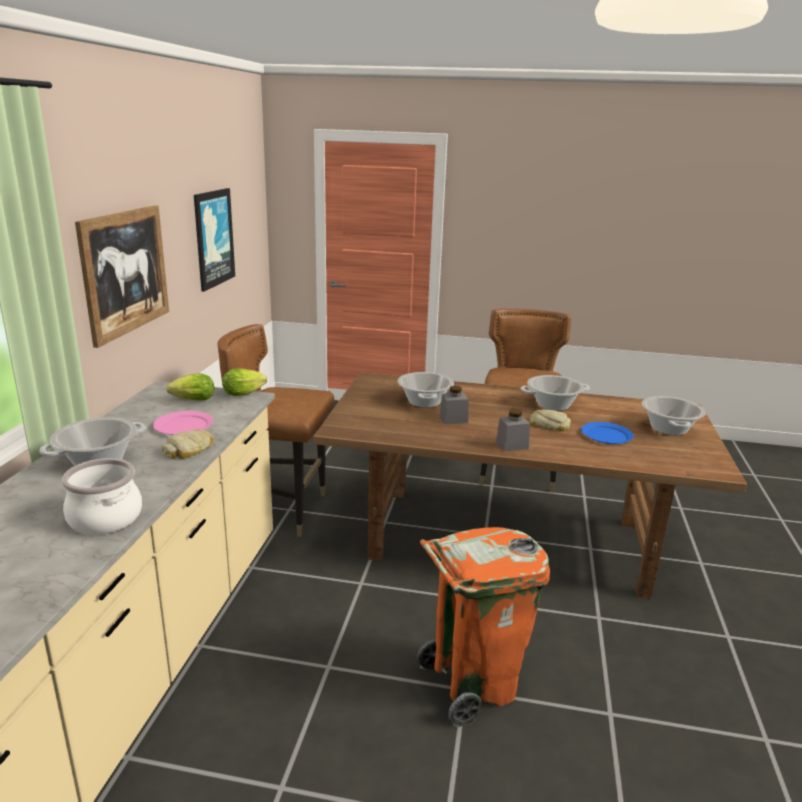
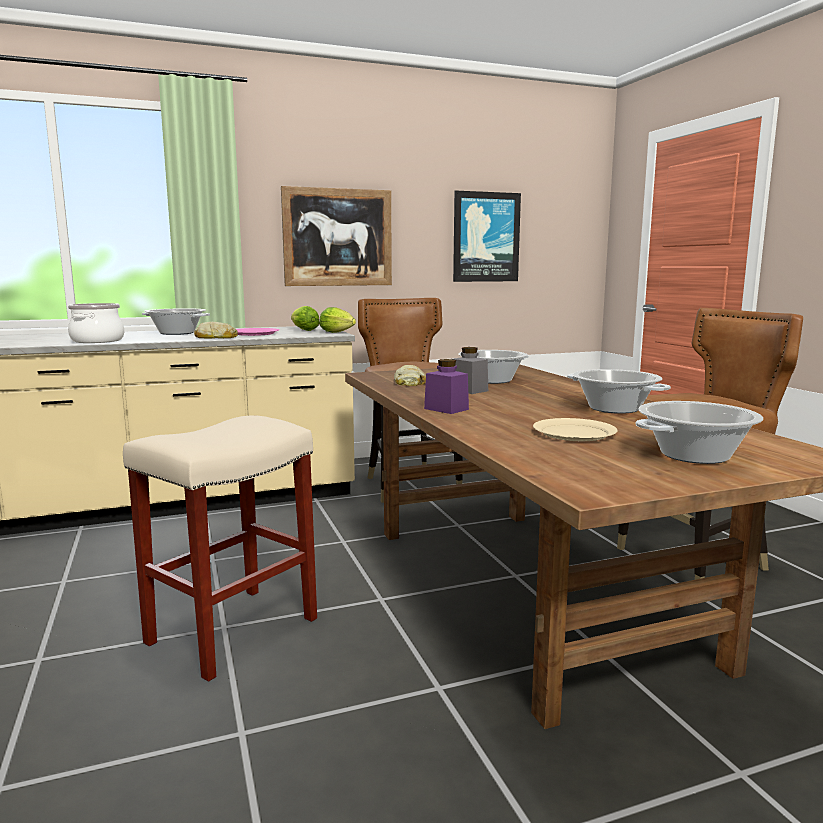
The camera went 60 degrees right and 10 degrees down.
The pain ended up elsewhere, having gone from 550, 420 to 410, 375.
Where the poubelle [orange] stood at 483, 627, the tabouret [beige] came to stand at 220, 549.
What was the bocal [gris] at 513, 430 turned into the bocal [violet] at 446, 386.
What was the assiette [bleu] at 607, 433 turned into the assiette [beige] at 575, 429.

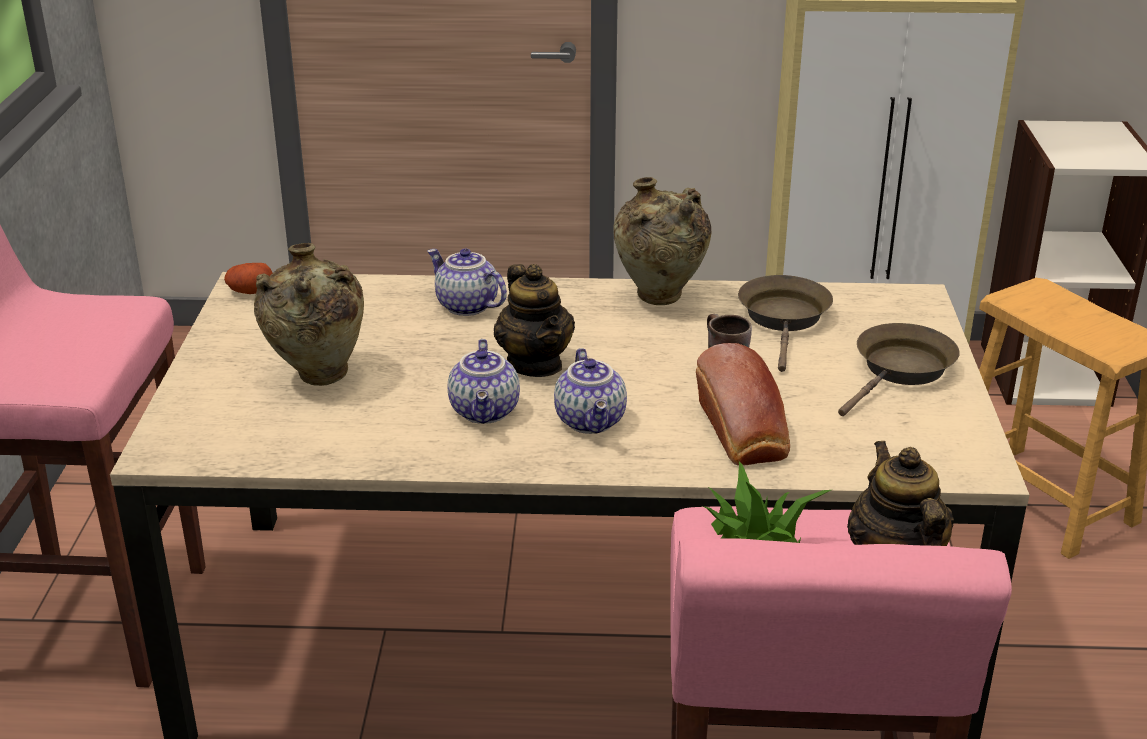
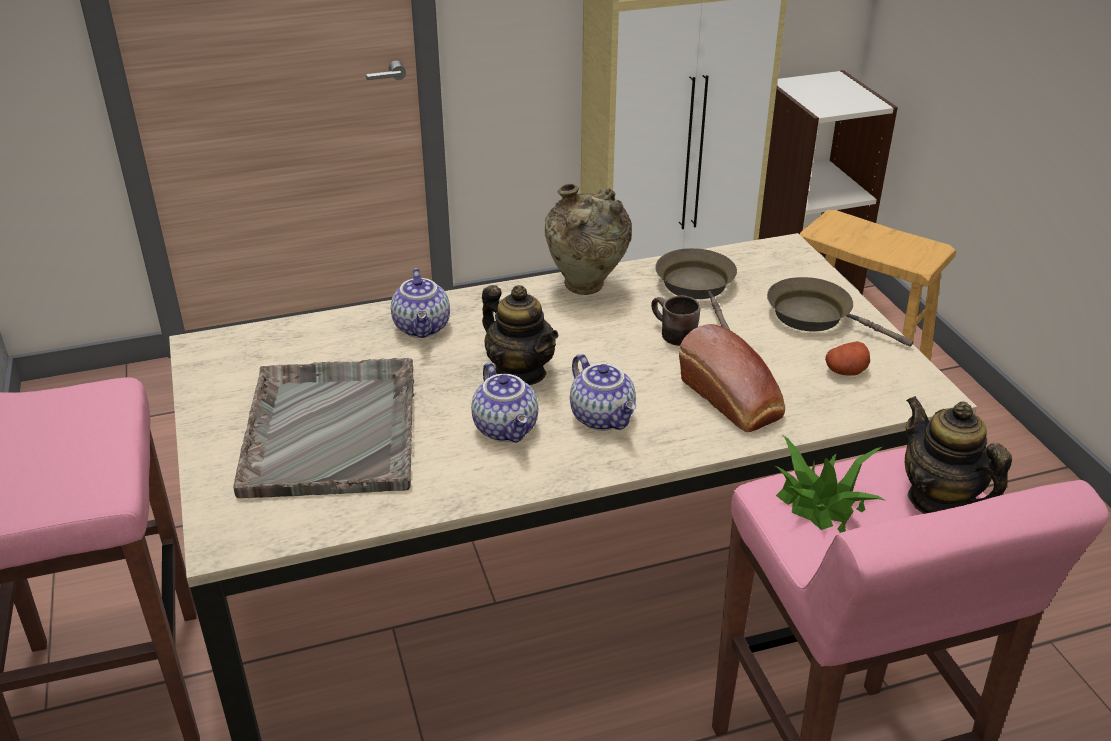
The camera went 20 degrees left and 5 degrees up.
The pomme de terre ended up elsewhere, having gone from 248, 278 to 847, 358.
Where the vase [beige] stood at 309, 314, the plateau [gris] came to stand at 323, 428.
The théière at 467, 282 ended up facing another way, 120 degrees counterclockwise from before.
The poêle [marron] at 899, 369 ended up facing another way, 75 degrees counterclockwise from before.

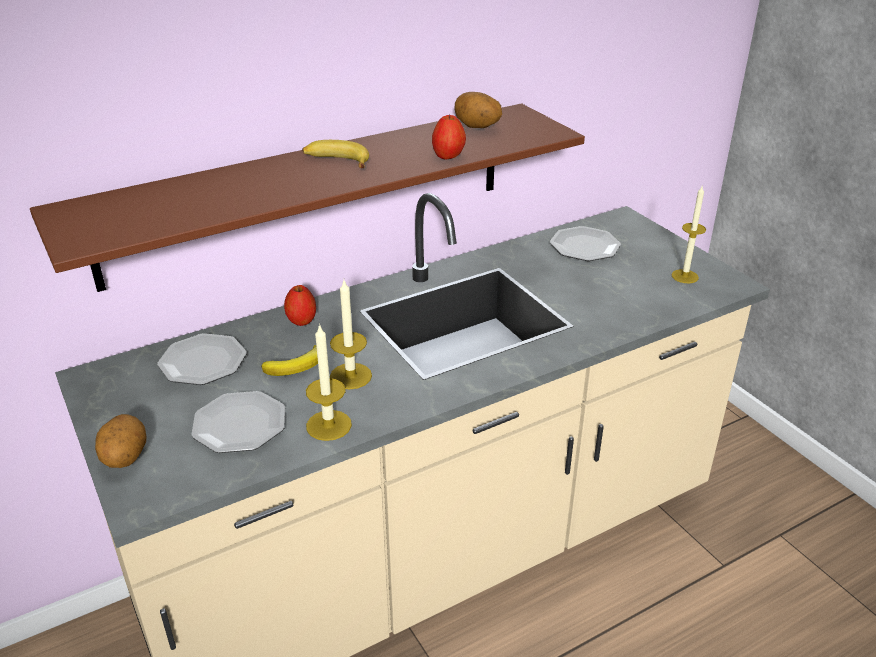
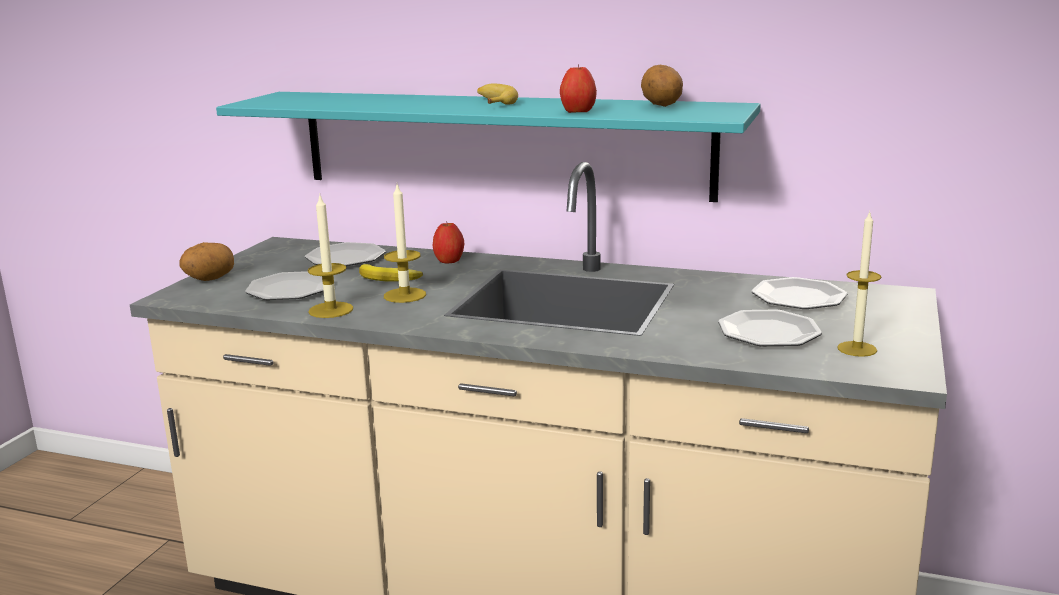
The camera went 50 degrees right and 15 degrees down.
The second view gained the assiette at 770, 327.
What was the étagère [marron] at 307, 197 turned into the étagère [turquoise] at 488, 147.

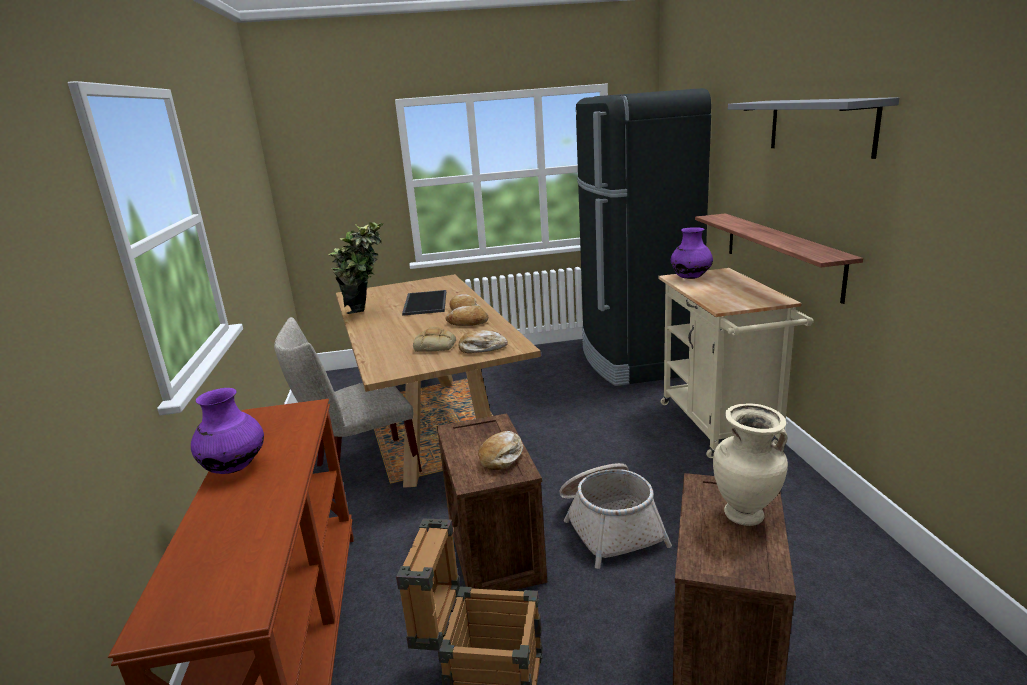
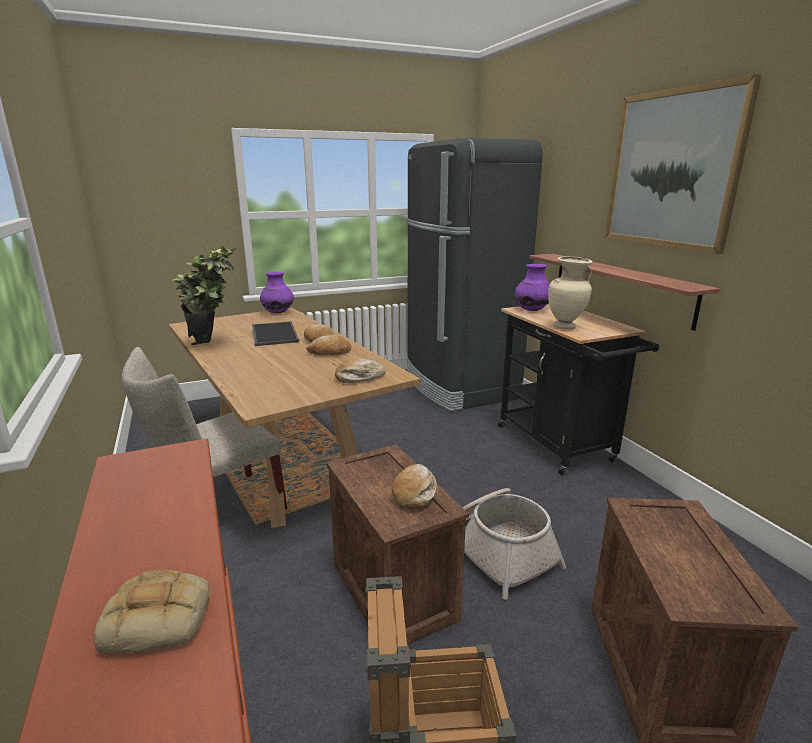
The camera went 15 degrees left and 0 degrees up.
The vase [violet] ended up elsewhere, having gone from 227, 431 to 277, 292.
The pain ended up elsewhere, having gone from 434, 339 to 152, 611.
The vase [beige] ended up elsewhere, having gone from 750, 464 to 570, 293.
Where the étagère [gris] hung at 813, 128, the tableau came to hang at 683, 164.
What was the chariot [beige] at 736, 363 turned into the chariot [noir] at 578, 389.

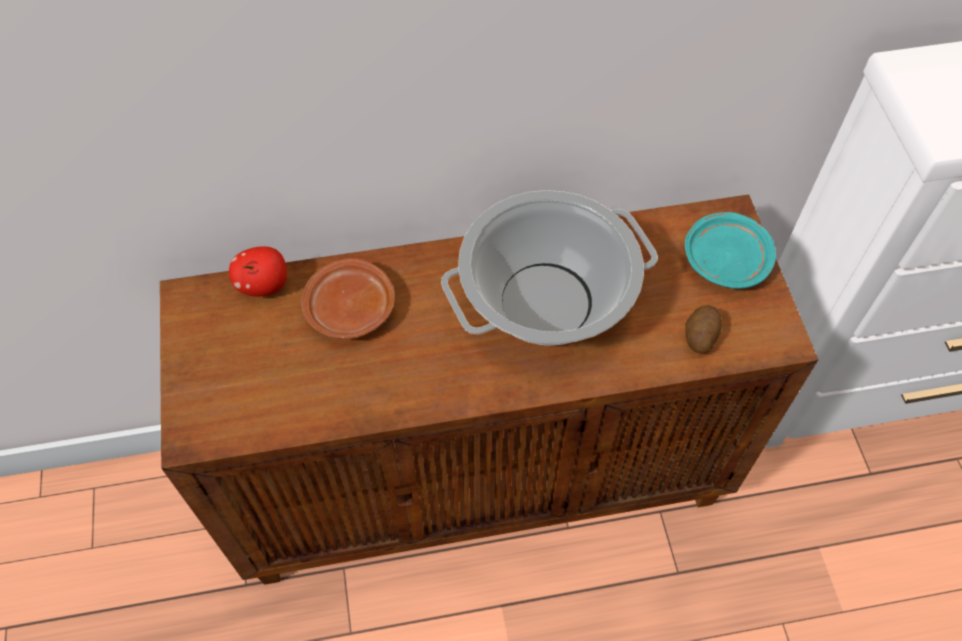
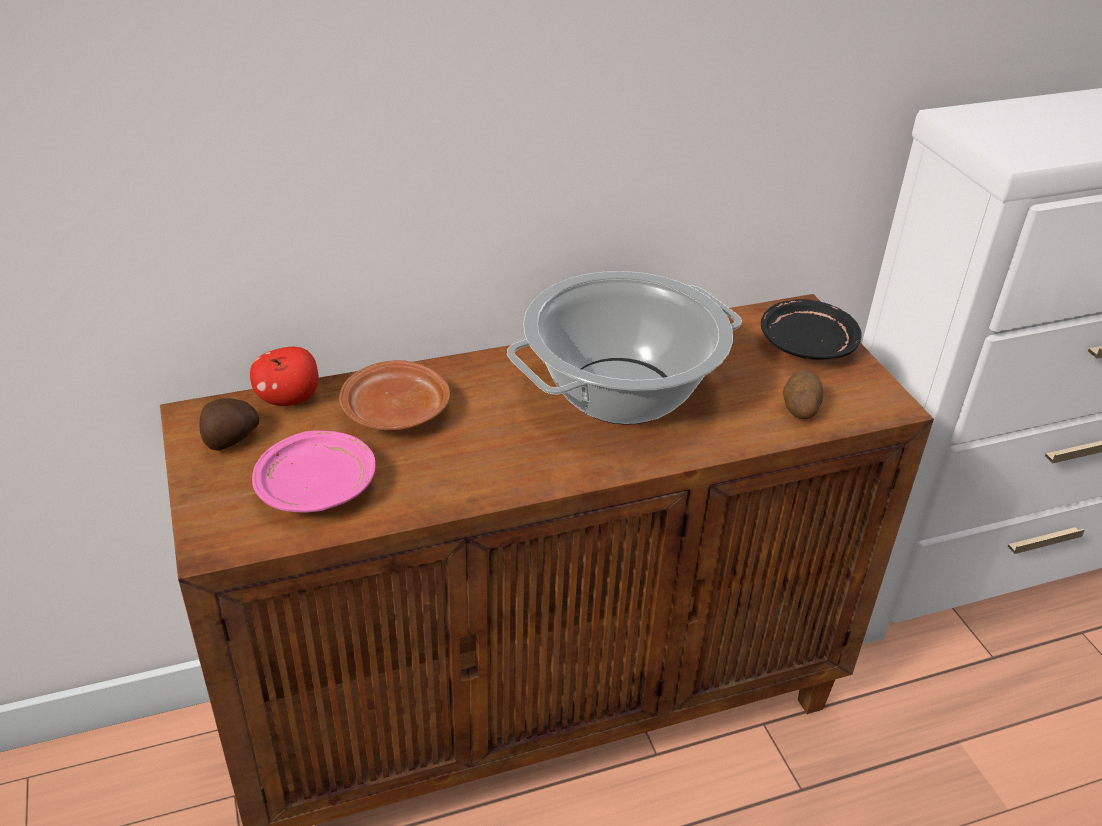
The camera went 10 degrees left and 20 degrees down.
The second view gained the pomme de terre at 229, 424.
The second view gained the assiette [rose] at 313, 471.
What was the assiette [turquoise] at 730, 250 turned into the assiette [noir] at 811, 329.

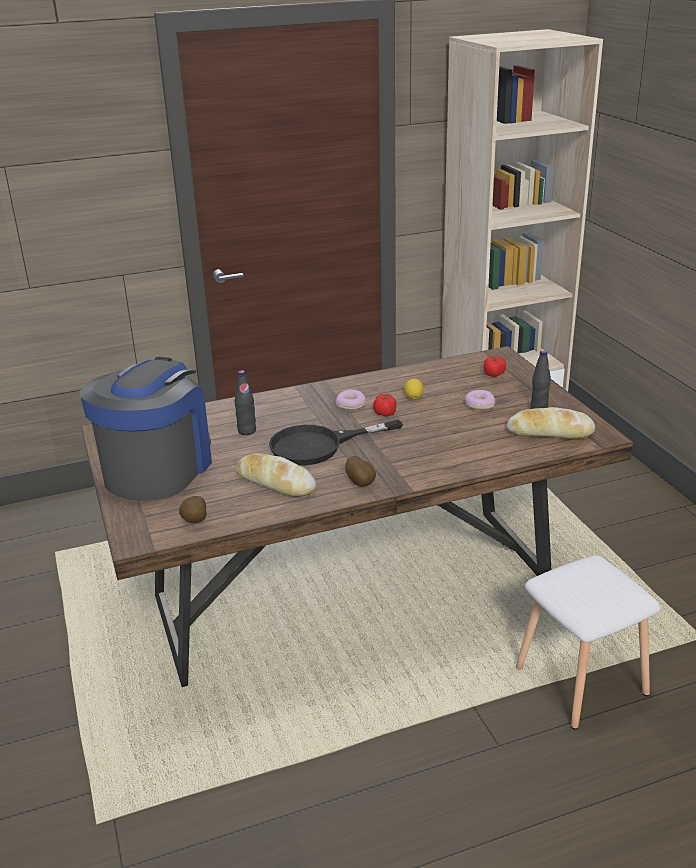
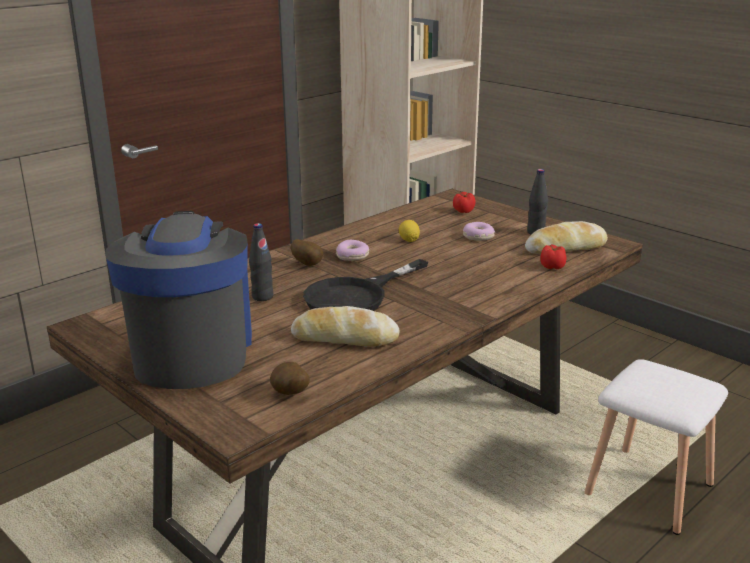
The camera went 25 degrees left and 5 degrees down.
The pomme de terre ended up elsewhere, having gone from 360, 471 to 307, 252.
The tomate ended up elsewhere, having gone from 384, 405 to 553, 257.

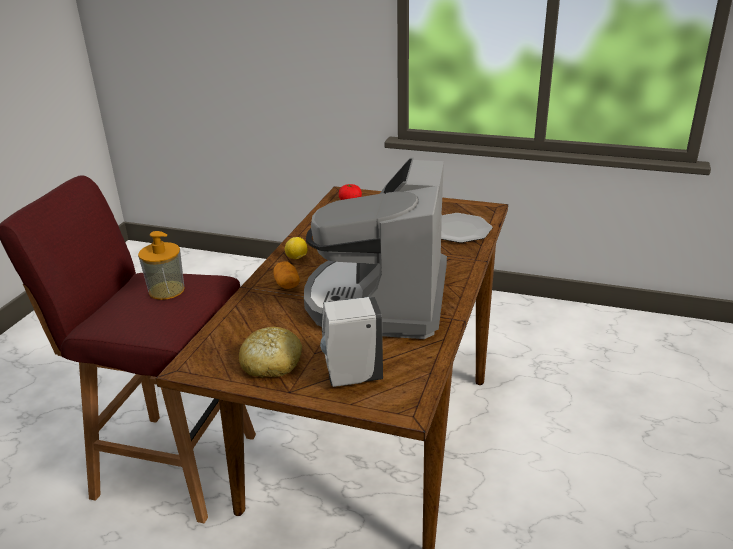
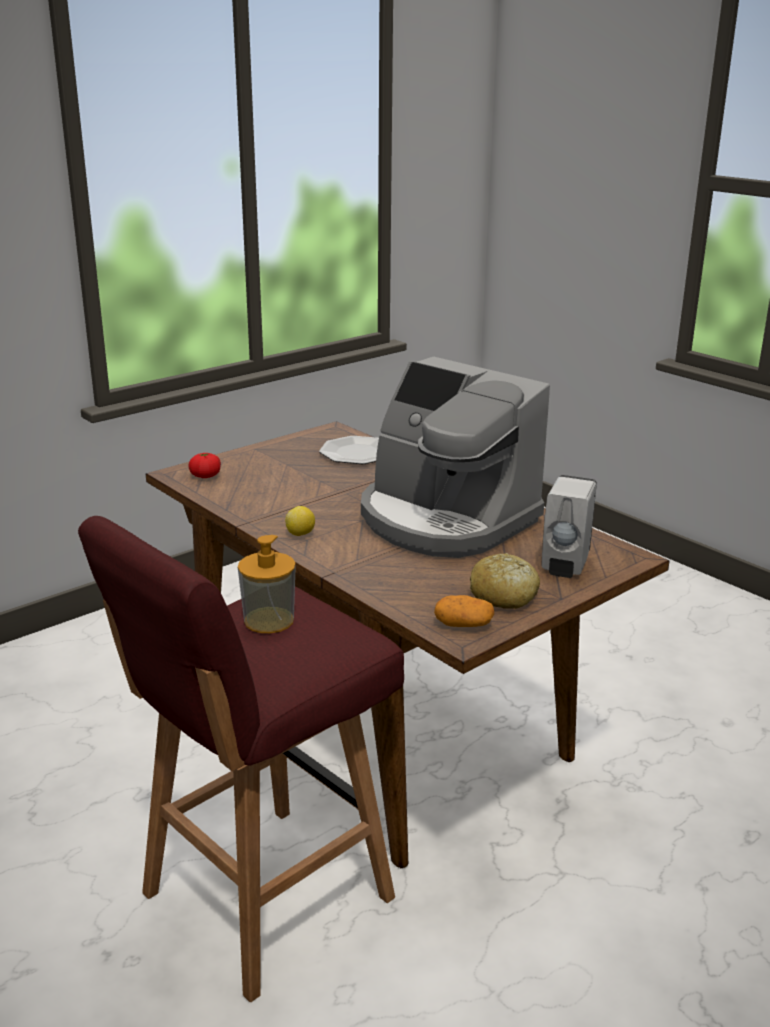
The camera went 60 degrees left and 5 degrees down.
The pomme de terre ended up elsewhere, having gone from 286, 275 to 464, 611.

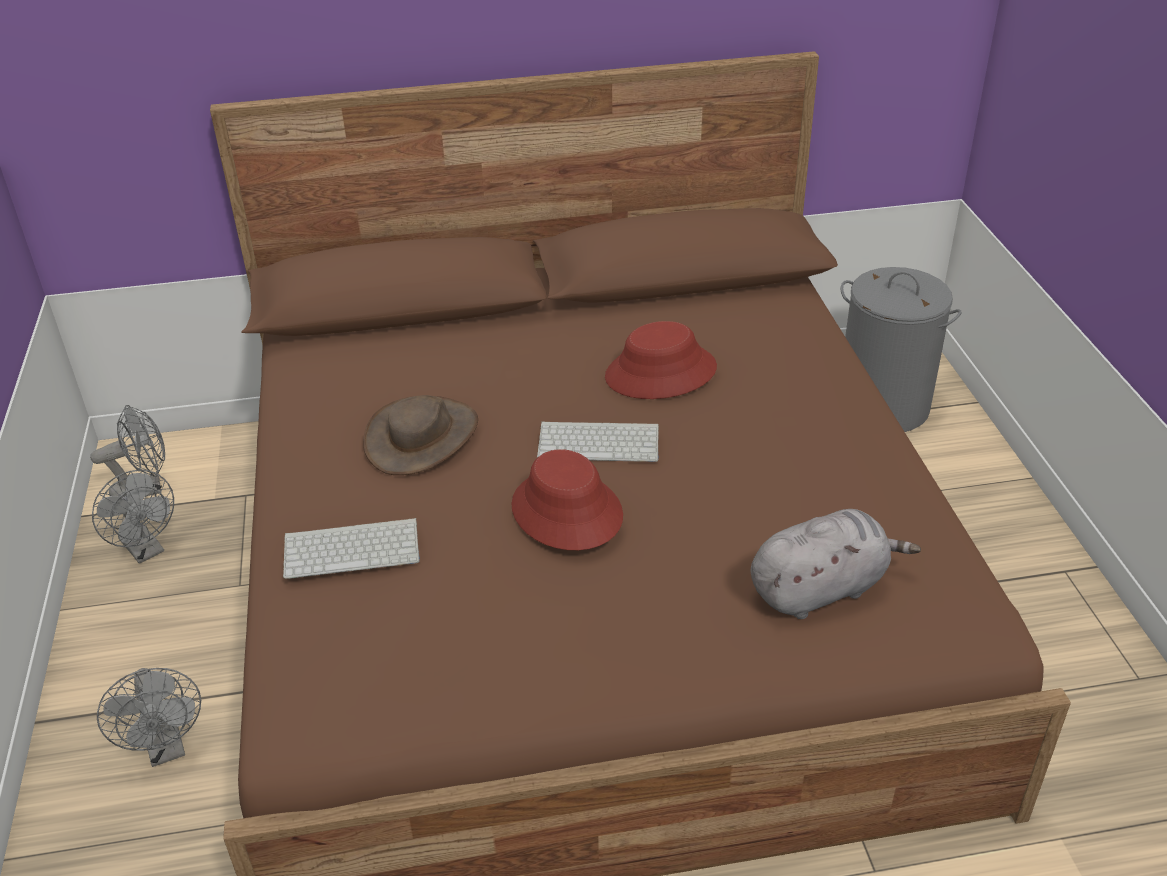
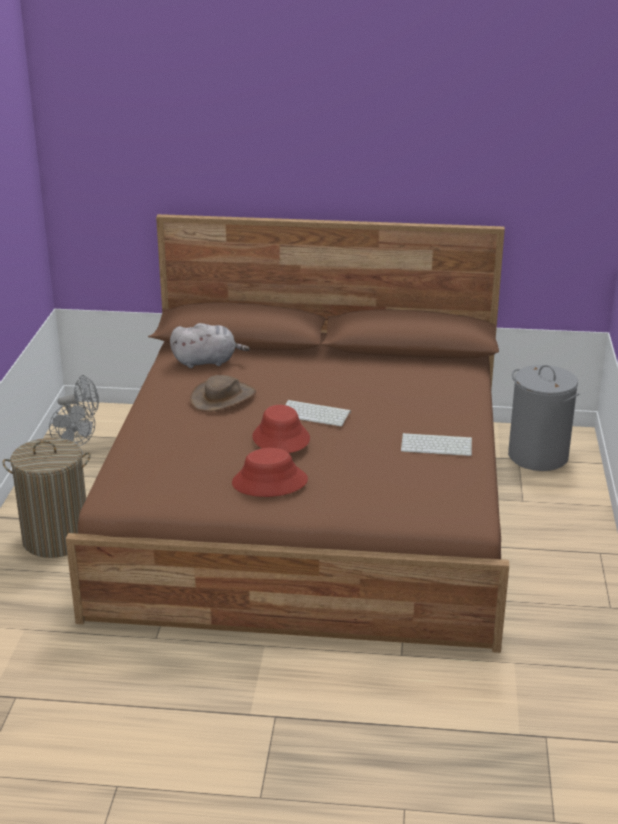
The camera went 15 degrees right and 10 degrees down.
The clavier ended up elsewhere, having gone from 351, 548 to 436, 444.
The chapeau [rouge] ended up elsewhere, having gone from 661, 360 to 270, 472.
The peluche [gris] ended up elsewhere, having gone from 836, 564 to 210, 345.
Where the ventilateur [gris] stood at 149, 717, the panier à linge came to stand at 46, 498.

